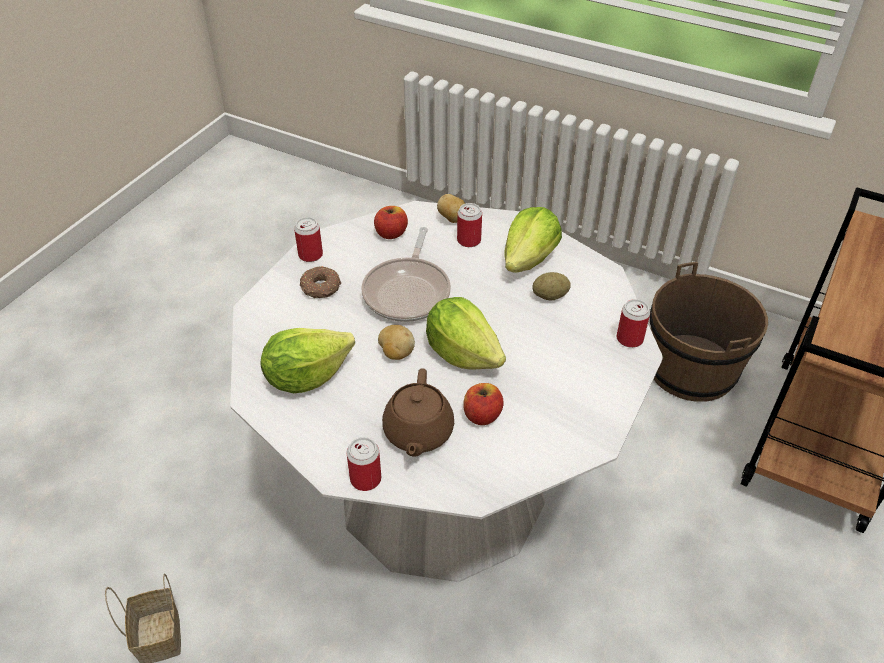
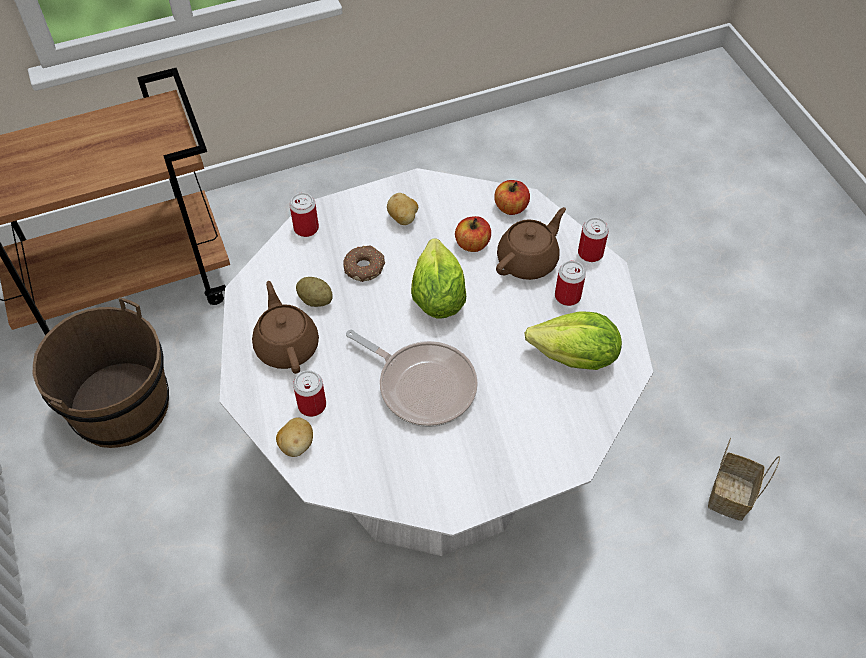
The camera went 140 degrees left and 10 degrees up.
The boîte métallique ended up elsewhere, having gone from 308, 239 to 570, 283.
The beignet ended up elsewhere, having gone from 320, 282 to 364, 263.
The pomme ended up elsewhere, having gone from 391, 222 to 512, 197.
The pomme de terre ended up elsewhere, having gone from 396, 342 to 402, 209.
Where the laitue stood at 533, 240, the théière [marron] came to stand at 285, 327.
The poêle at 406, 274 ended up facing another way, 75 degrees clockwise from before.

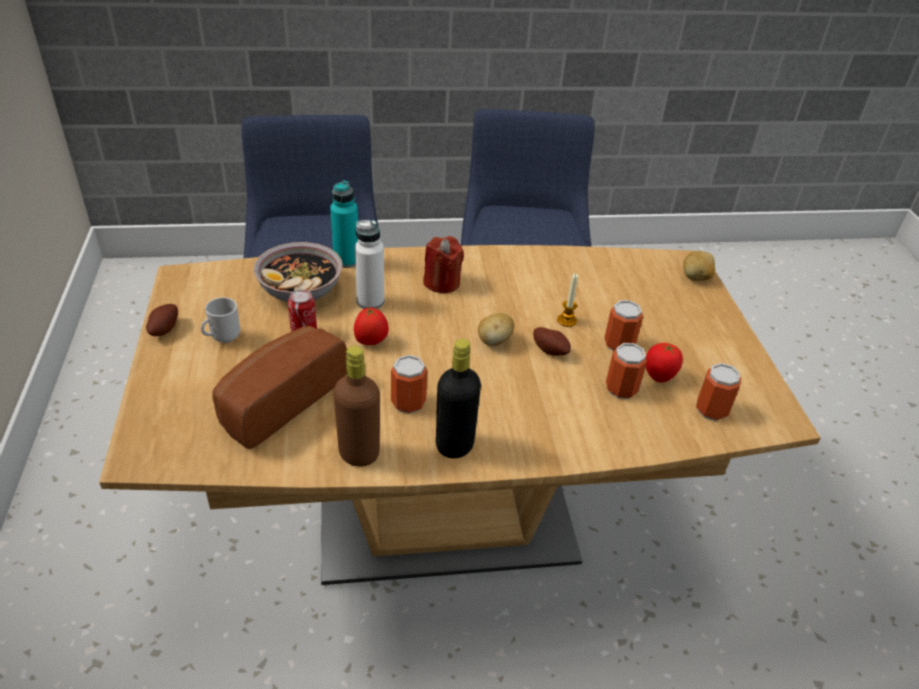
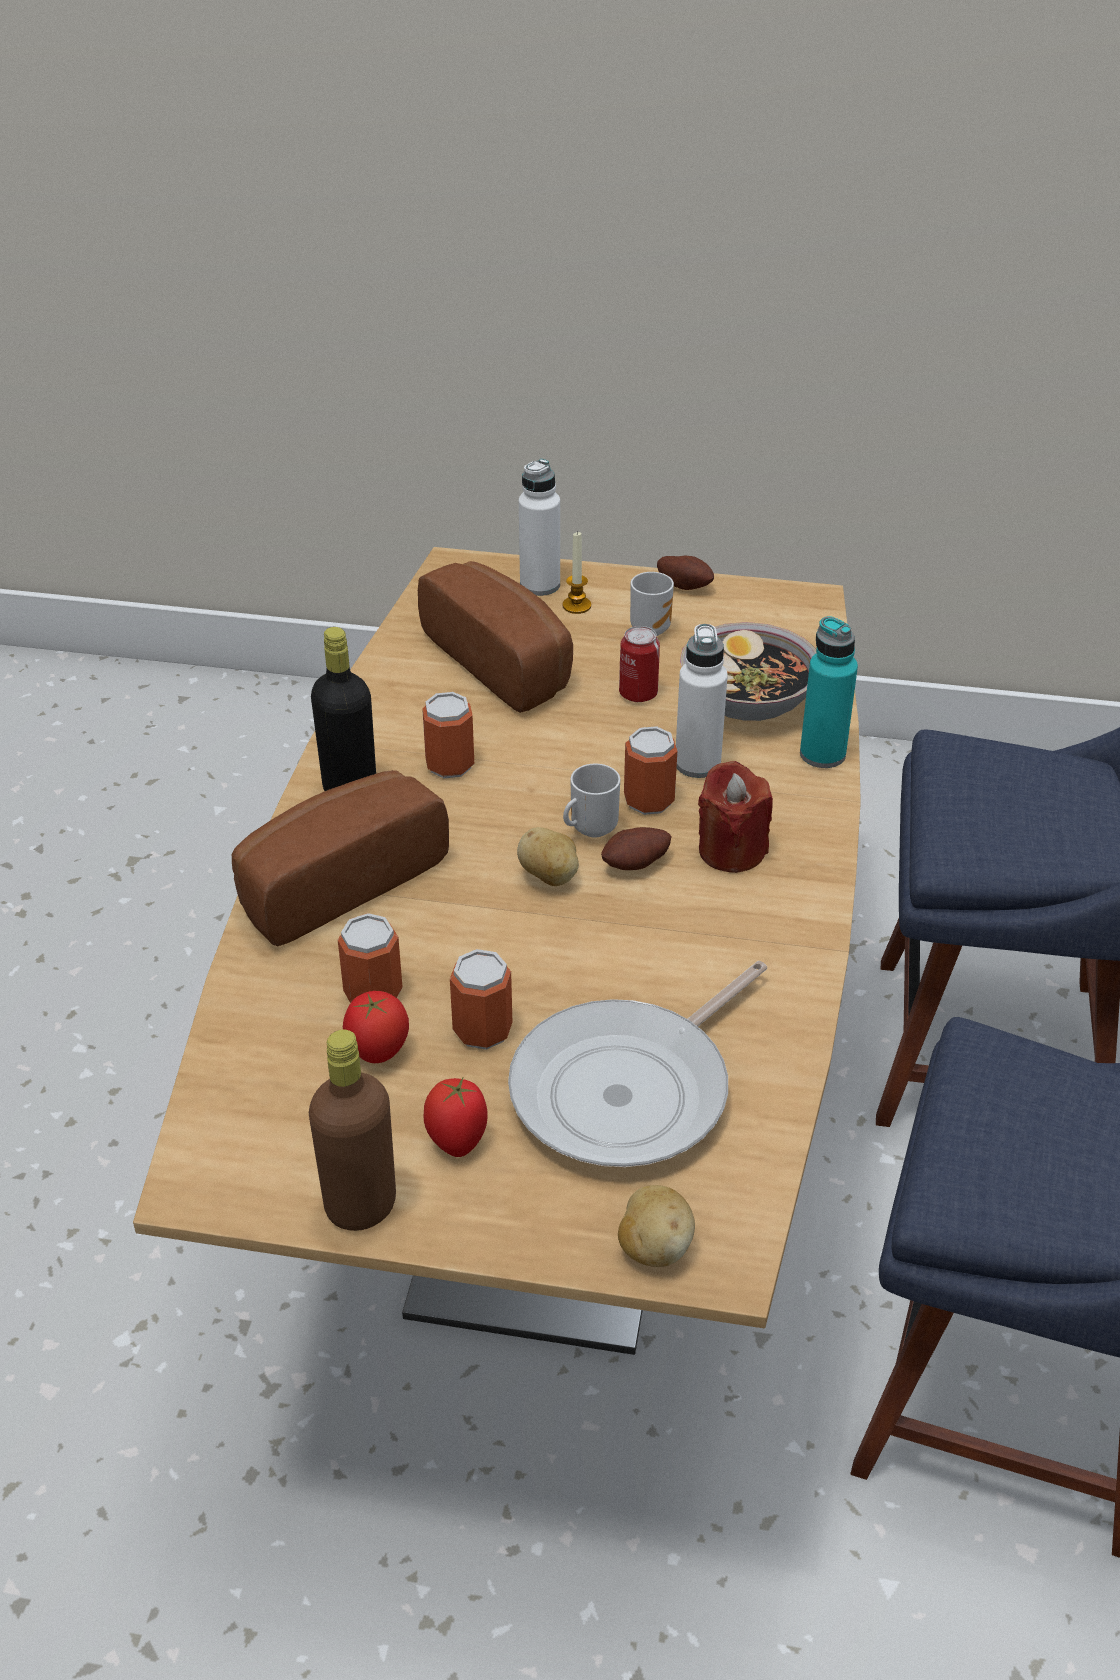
The camera went 110 degrees right and 0 degrees up.
The second view gained the pain at 340, 858.
The second view gained the poêle at 637, 1064.
The second view gained the bouteille [blanc] at 539, 527.
The second view gained the mug at 591, 801.
The bouteille [marron] ended up elsewhere, having gone from 356, 406 to 352, 1130.
The tomate ended up elsewhere, having gone from 371, 326 to 456, 1116.
The pomme de terre ended up elsewhere, having gone from 552, 341 to 636, 848.
The bougie ended up elsewhere, having gone from 567, 300 to 576, 572.
The boîte métallique ended up elsewhere, having gone from 718, 392 to 650, 770.

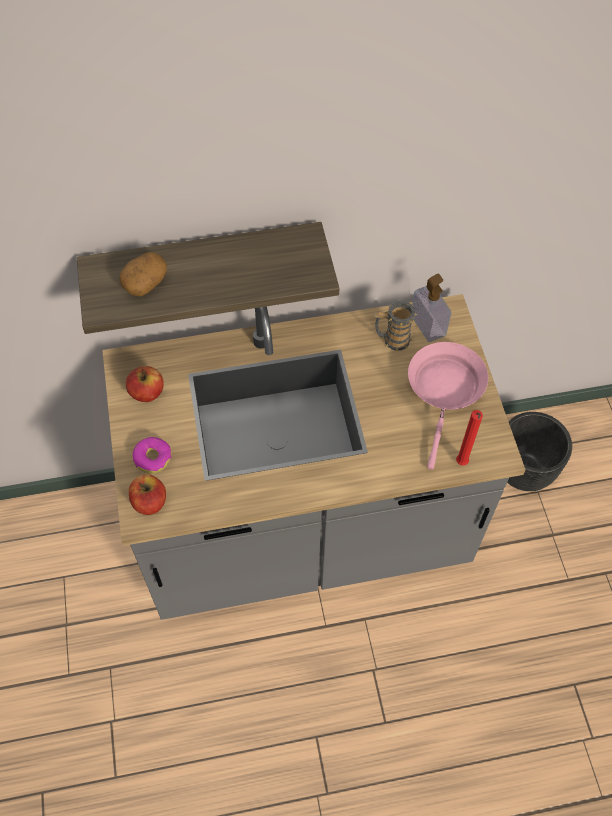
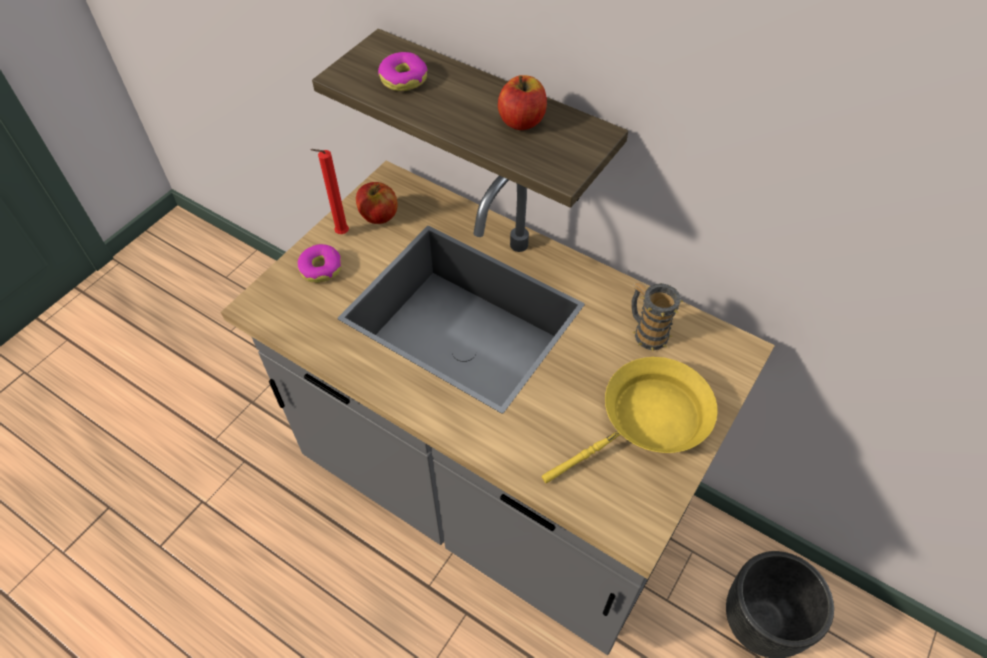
The camera went 45 degrees right and 5 degrees down.
The second view lost the distributeur de savon at 431, 307.
The pomme ended up elsewhere, having gone from 147, 494 to 522, 102.
The bougie [rouge] ended up elsewhere, having gone from 469, 437 to 329, 191.
Where the pomme de terre stood at 143, 274, the beignet came to stand at 403, 71.
What was the poêle [rose] at 448, 406 turned into the poêle [jaune] at 630, 420.

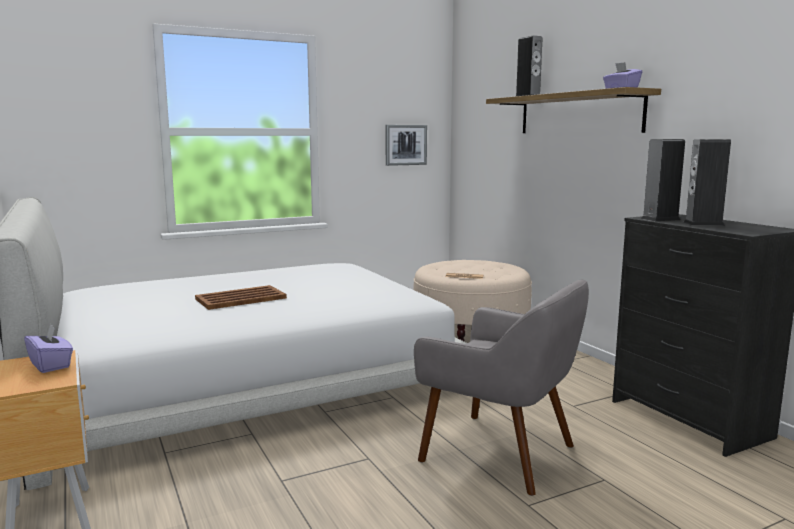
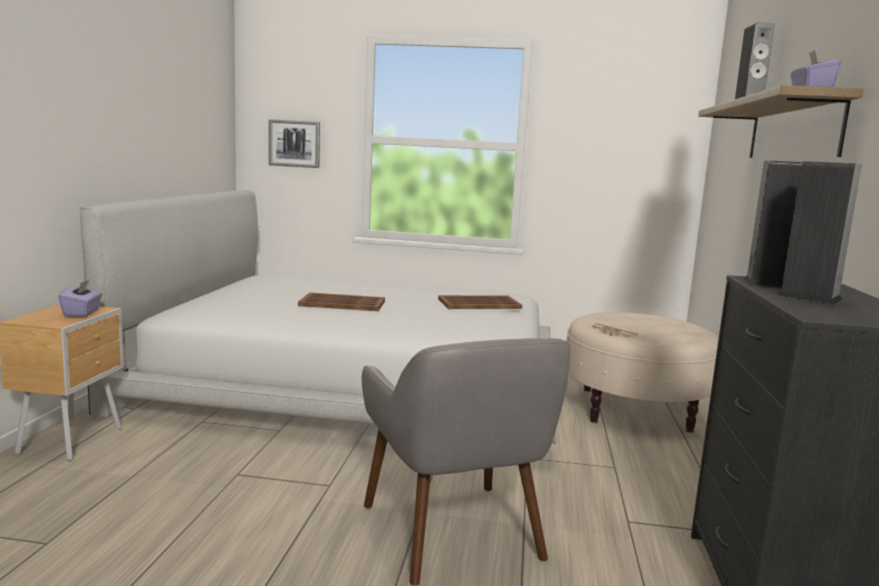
The camera went 35 degrees right and 0 degrees up.
The second view gained the plateau [marron] at 480, 302.
The tableau ended up elsewhere, having gone from 406, 145 to 294, 143.

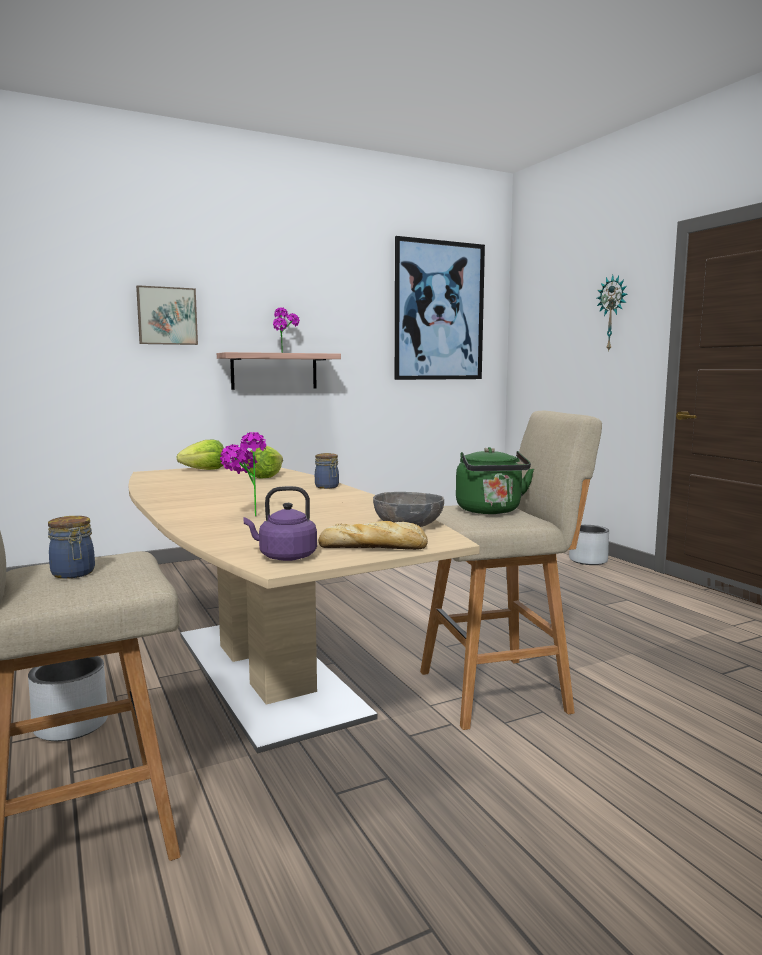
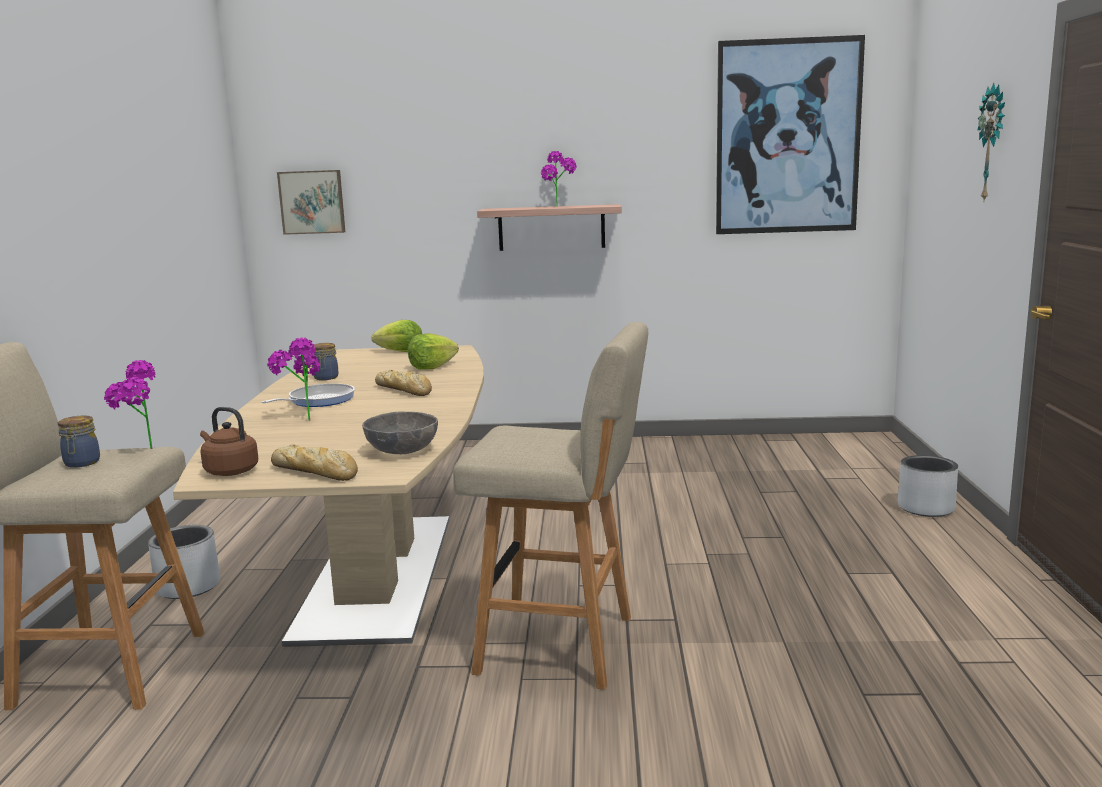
The camera went 30 degrees right and 5 degrees up.
The second view lost the bouilloire [vert] at 495, 480.
The second view gained the plante en pot at 130, 404.
The second view gained the poêle at 308, 395.
The second view gained the pain at 403, 383.
The tableau ended up elsewhere, having gone from 167, 315 to 311, 202.
The bocal ended up elsewhere, having gone from 327, 471 to 325, 361.
What was the bouilloire [violet] at 280, 523 turned into the bouilloire [marron] at 229, 441.

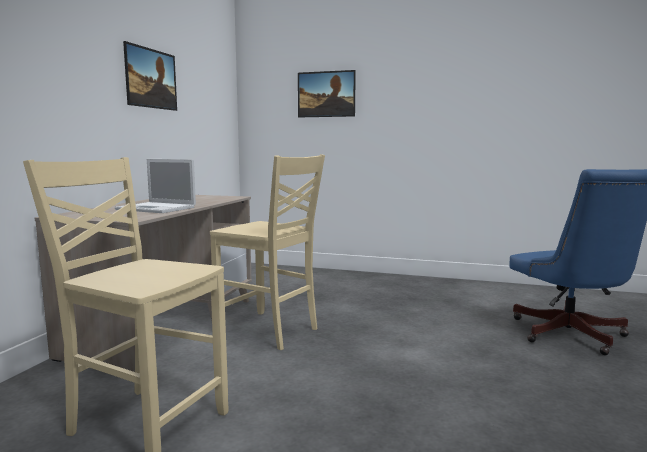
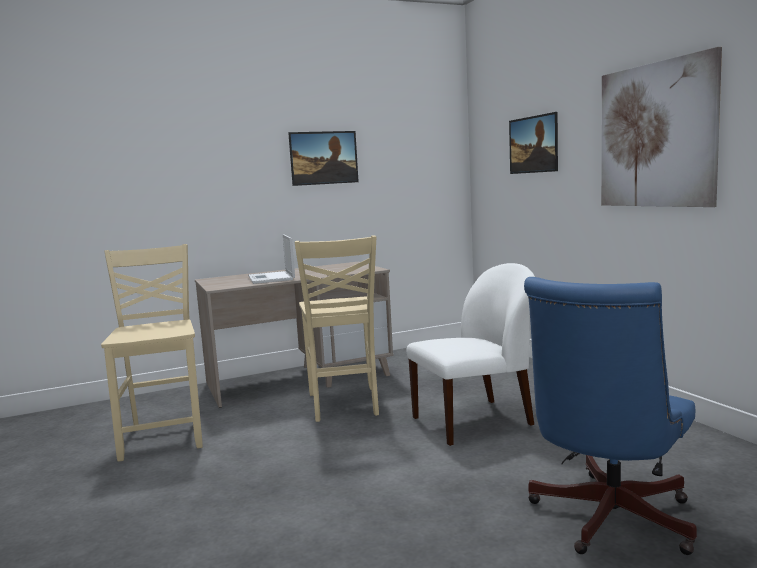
The camera went 50 degrees right and 0 degrees up.
The second view gained the chaise [blanc] at 470, 354.
The second view gained the tableau at 661, 127.

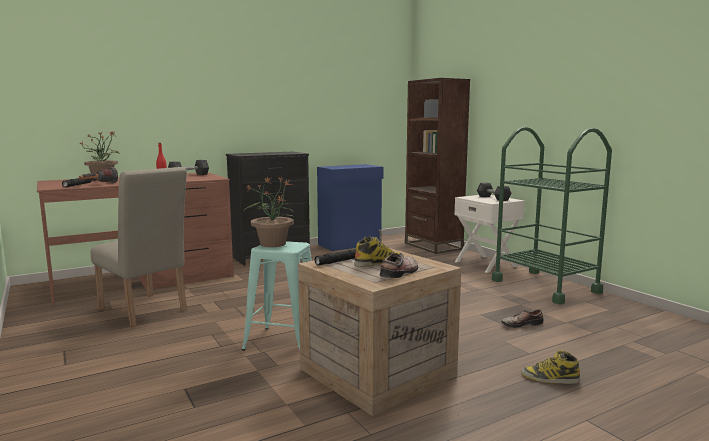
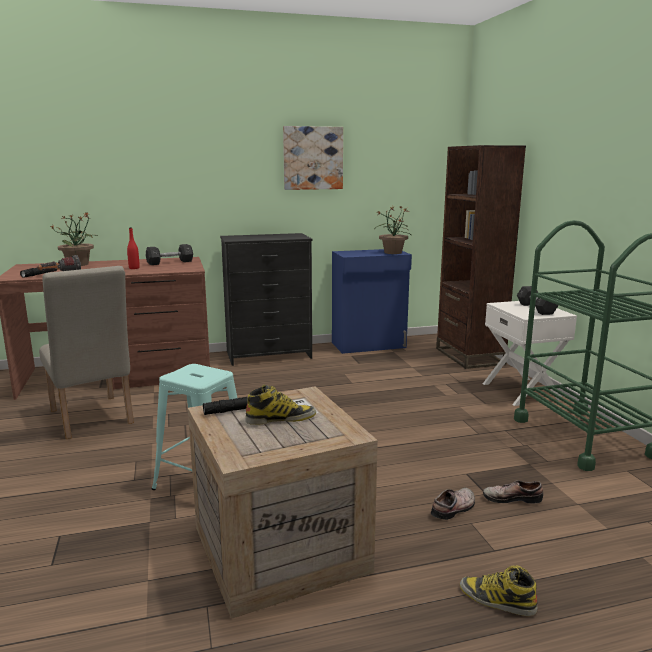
The camera went 15 degrees right and 5 degrees up.
The second view gained the tableau at 313, 158.
The plante en pot ended up elsewhere, having gone from 270, 211 to 393, 230.
The chaussure ended up elsewhere, having gone from 399, 265 to 453, 504.

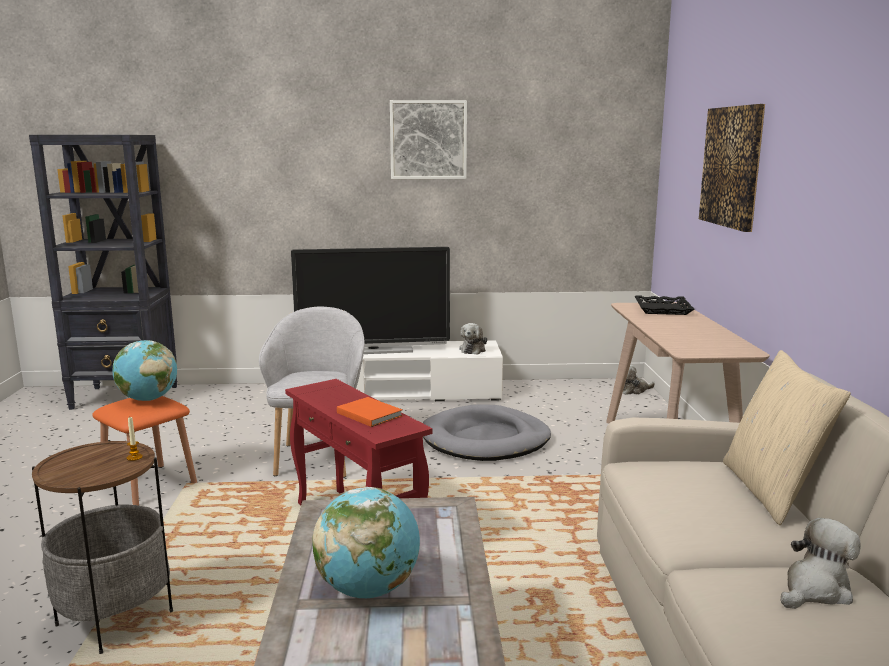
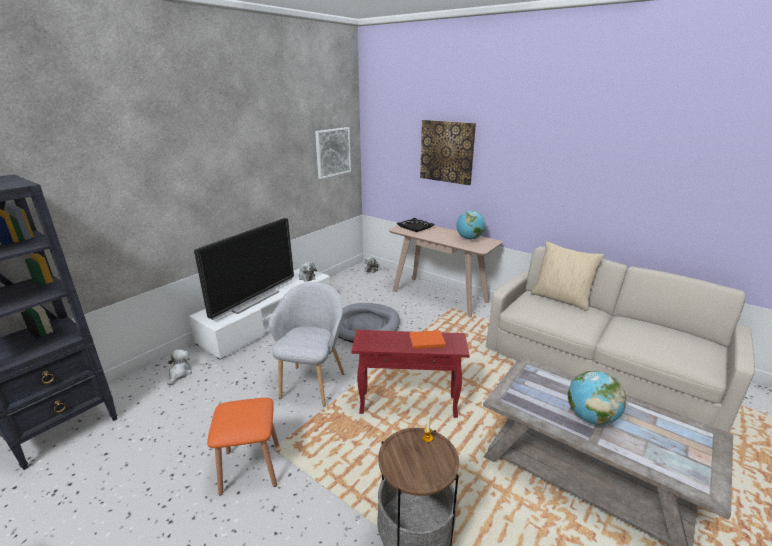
The camera went 50 degrees left and 10 degrees up.
The globe ended up elsewhere, having gone from 144, 370 to 471, 225.
The tableau ended up elsewhere, having gone from 428, 139 to 333, 153.
The peluche ended up elsewhere, having gone from 821, 563 to 179, 367.
The fauteuil [gris] at 311, 392 ended up facing another way, 60 degrees clockwise from before.

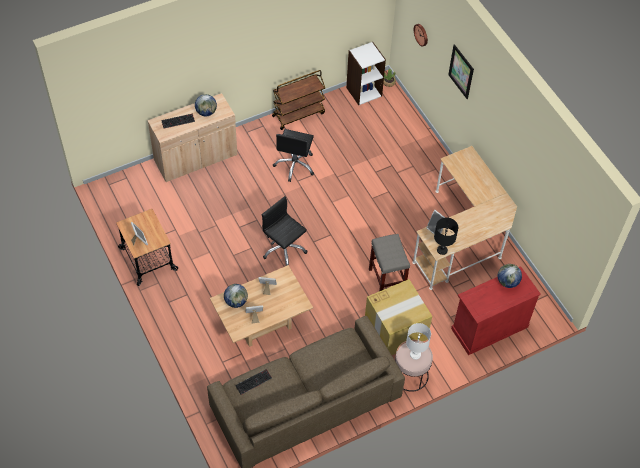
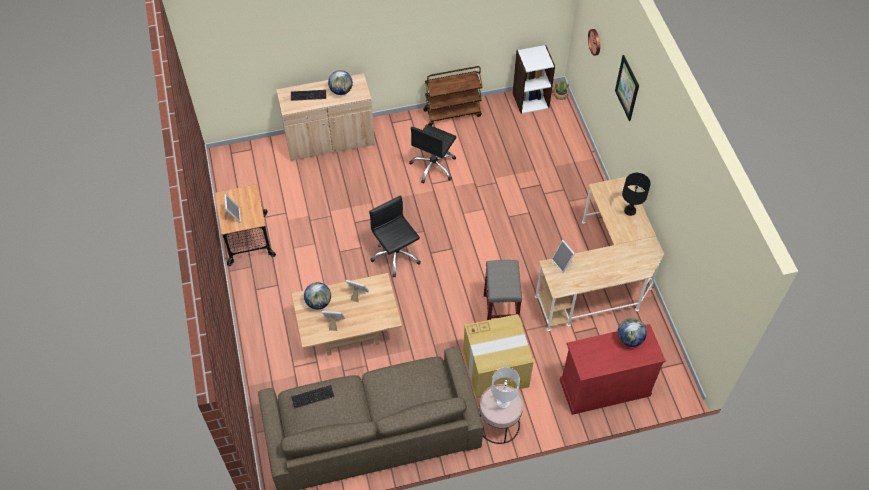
The camera went 15 degrees right and 0 degrees up.
The lampe de table [noir] ended up elsewhere, having gone from 446, 236 to 636, 194.

